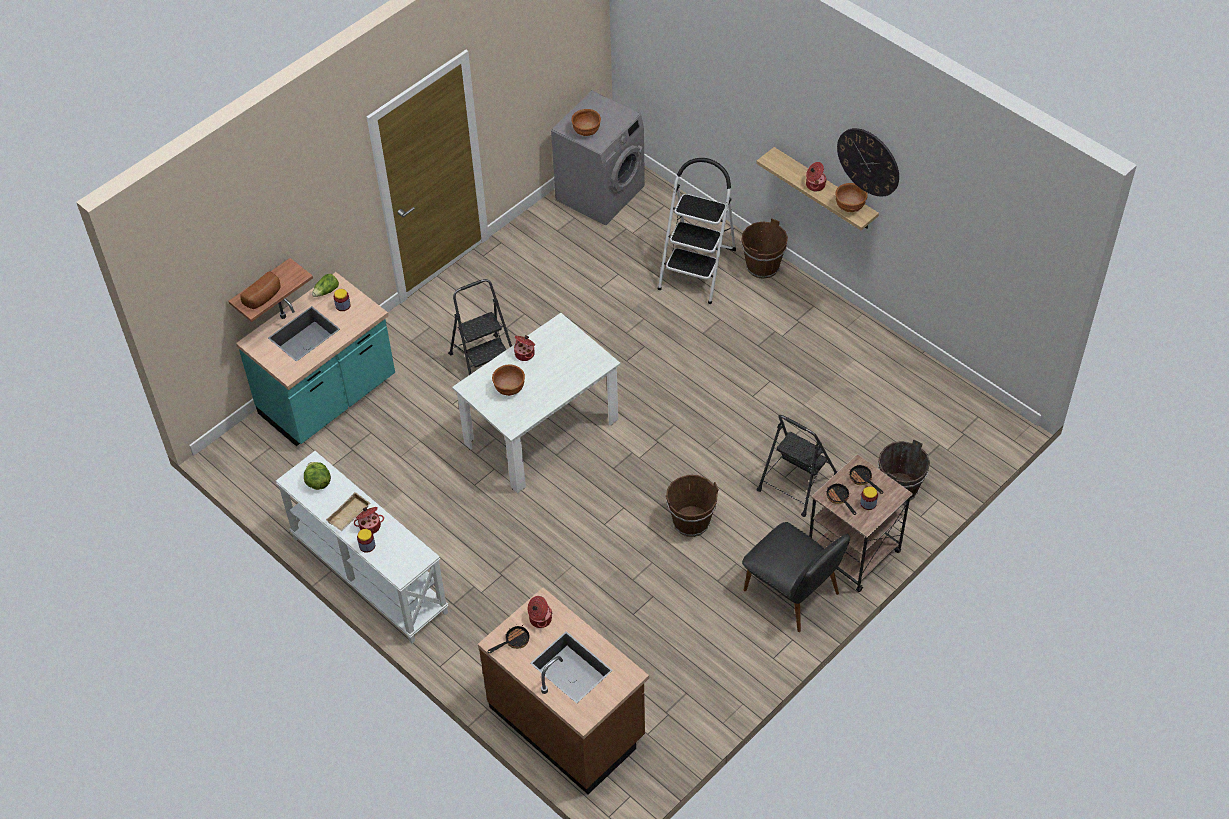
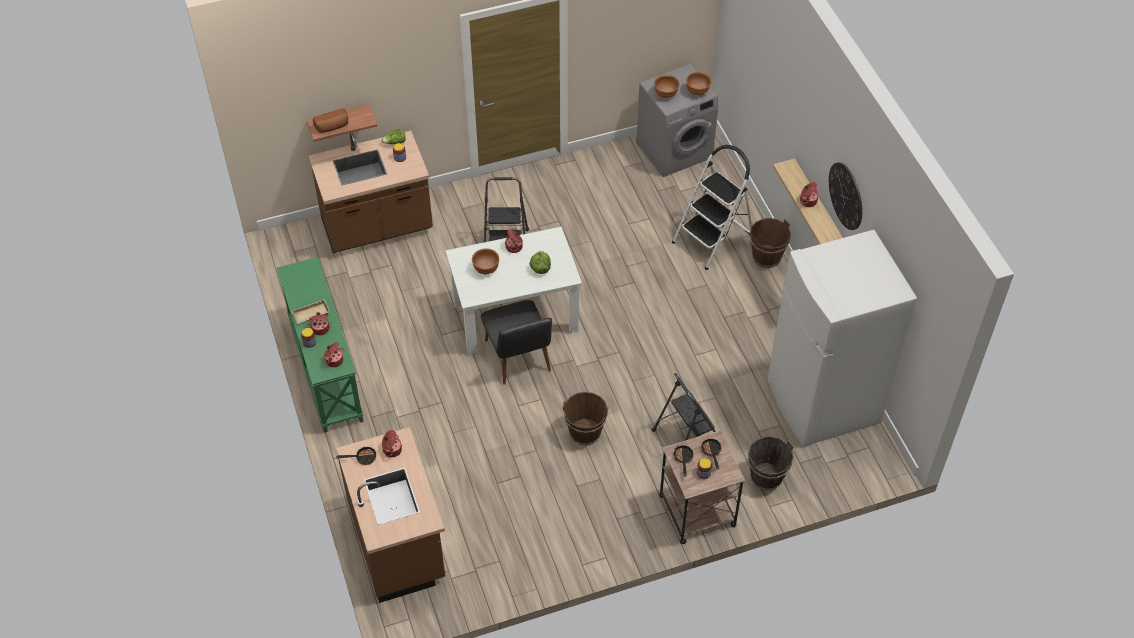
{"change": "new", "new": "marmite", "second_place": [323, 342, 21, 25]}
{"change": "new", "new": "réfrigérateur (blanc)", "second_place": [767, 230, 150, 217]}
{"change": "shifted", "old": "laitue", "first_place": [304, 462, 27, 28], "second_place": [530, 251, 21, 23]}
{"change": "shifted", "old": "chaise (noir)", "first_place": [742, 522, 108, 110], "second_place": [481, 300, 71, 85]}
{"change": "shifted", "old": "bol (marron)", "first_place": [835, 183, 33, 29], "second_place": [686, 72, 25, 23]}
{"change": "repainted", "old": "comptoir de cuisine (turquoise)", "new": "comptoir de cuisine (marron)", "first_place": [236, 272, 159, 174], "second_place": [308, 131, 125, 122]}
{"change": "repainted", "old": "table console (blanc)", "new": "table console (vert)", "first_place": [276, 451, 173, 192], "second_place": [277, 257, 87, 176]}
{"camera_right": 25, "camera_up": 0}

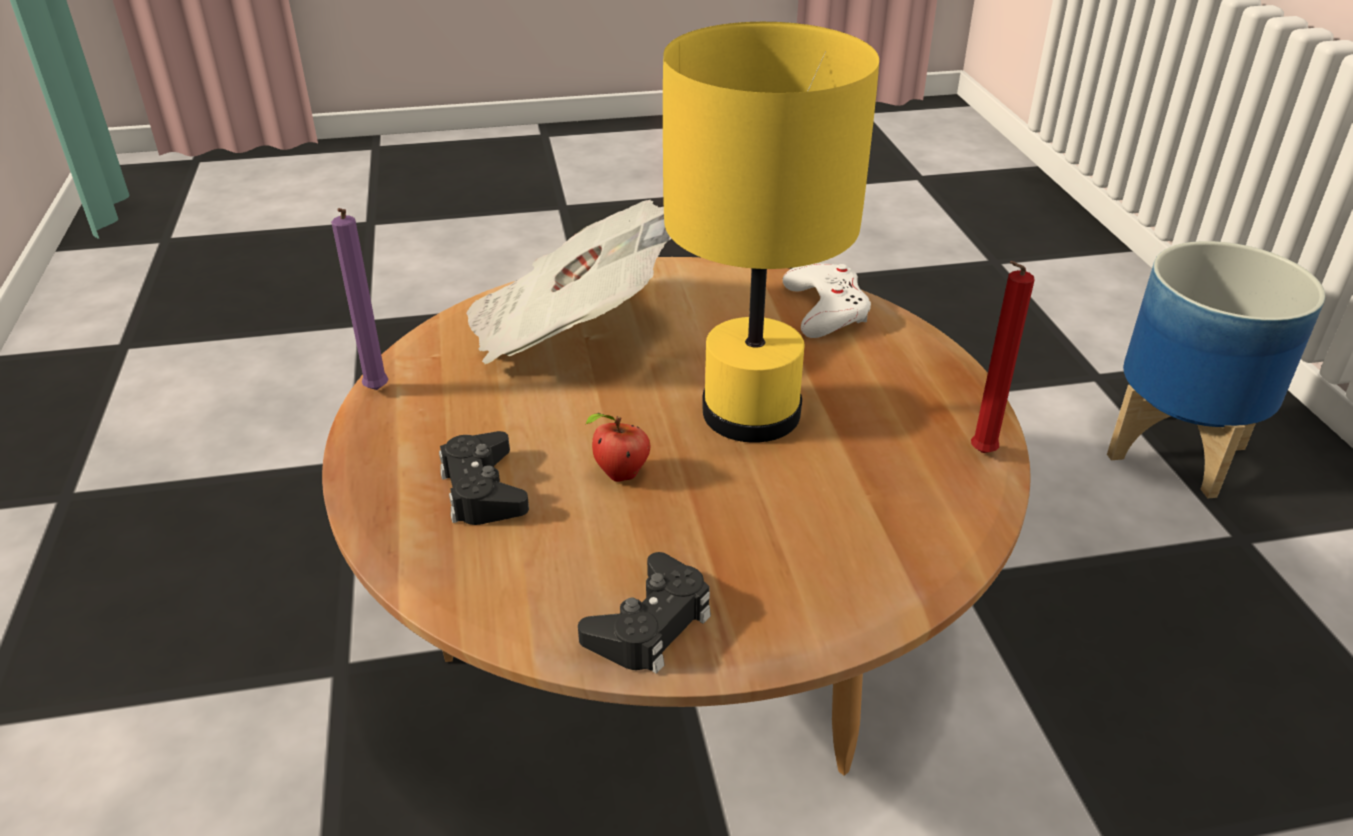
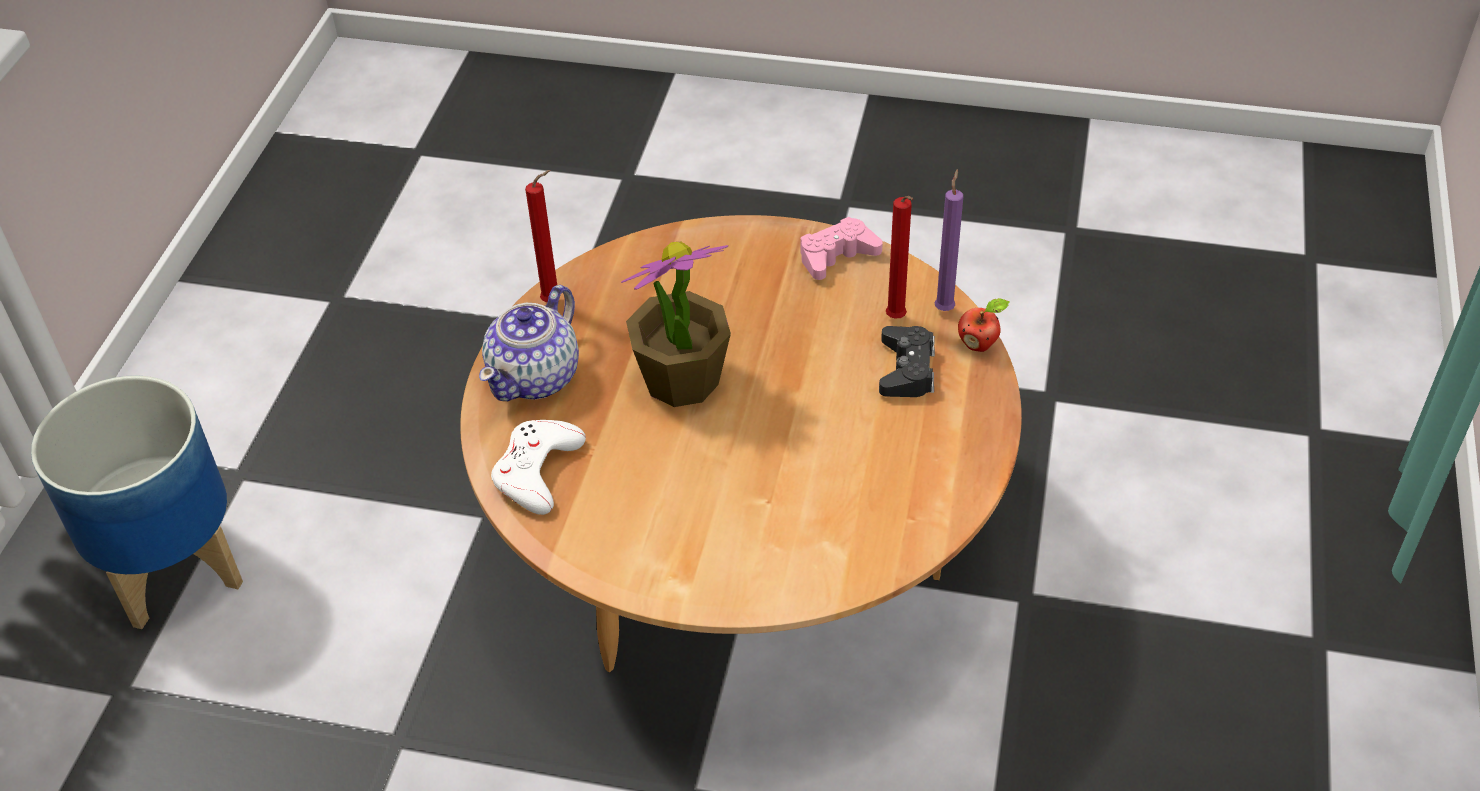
{"change": "gone", "old": "journal", "first_place": [466, 200, 206, 164]}
{"change": "new", "new": "théière", "second_place": [479, 285, 100, 116]}
{"change": "new", "new": "bougie (rouge)", "second_place": [886, 196, 27, 123]}
{"change": "shifted", "old": "bougie (violet)", "first_place": [331, 208, 58, 182], "second_place": [935, 169, 28, 142]}
{"change": "shifted", "old": "pomme", "first_place": [586, 413, 64, 69], "second_place": [958, 298, 51, 54]}
{"change": "swapped", "old": "lampe de table (jaune)", "new": "plante en pot", "first_place": [663, 22, 216, 421], "second_place": [621, 242, 110, 165]}
{"change": "repainted", "old": "manette (noir)", "new": "manette (rose)", "first_place": [578, 552, 133, 122], "second_place": [801, 217, 82, 63]}
{"camera_right": -155, "camera_up": 10}

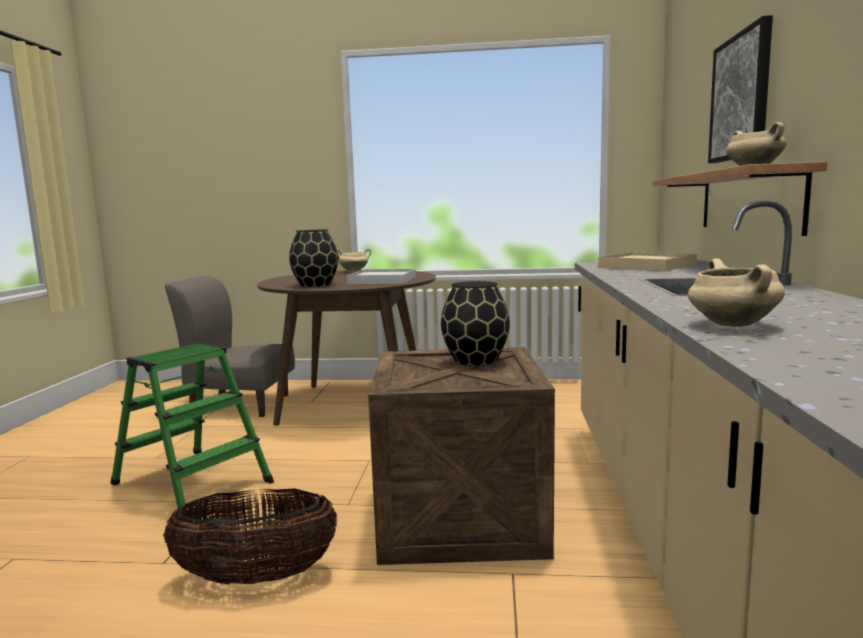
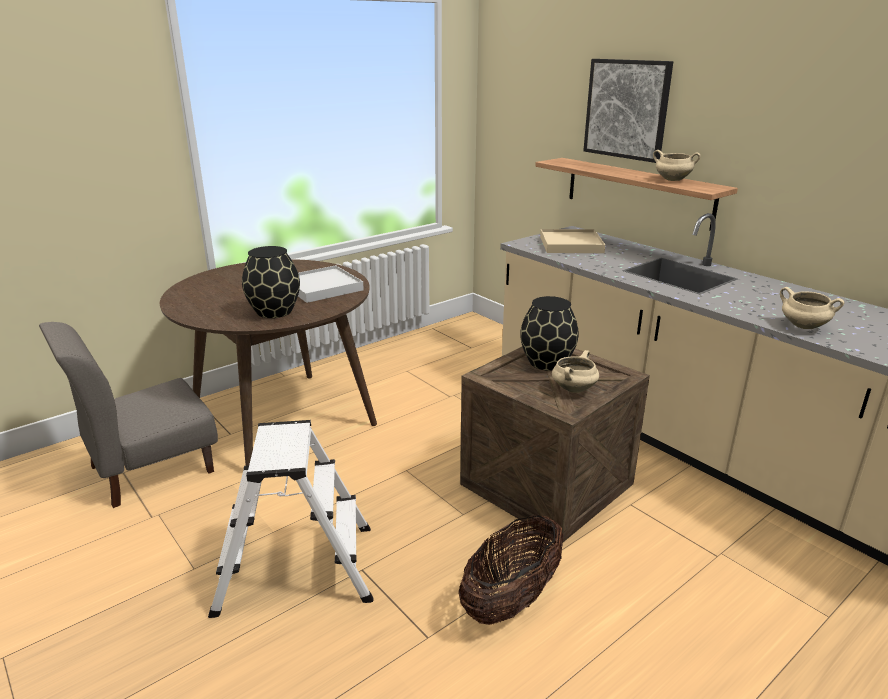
{"change": "shifted", "old": "marmite (beige)", "first_place": [337, 249, 34, 23], "second_place": [552, 350, 47, 43]}
{"change": "repainted", "old": "escabeau (vert)", "new": "escabeau (blanc)", "first_place": [110, 342, 164, 167], "second_place": [208, 420, 165, 198]}
{"camera_right": -45, "camera_up": 15}

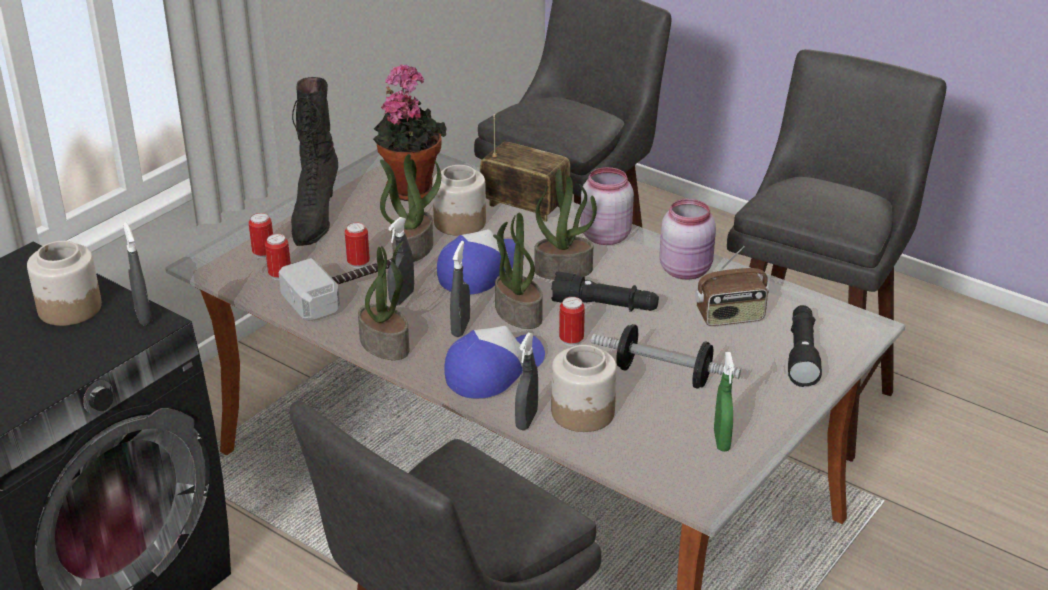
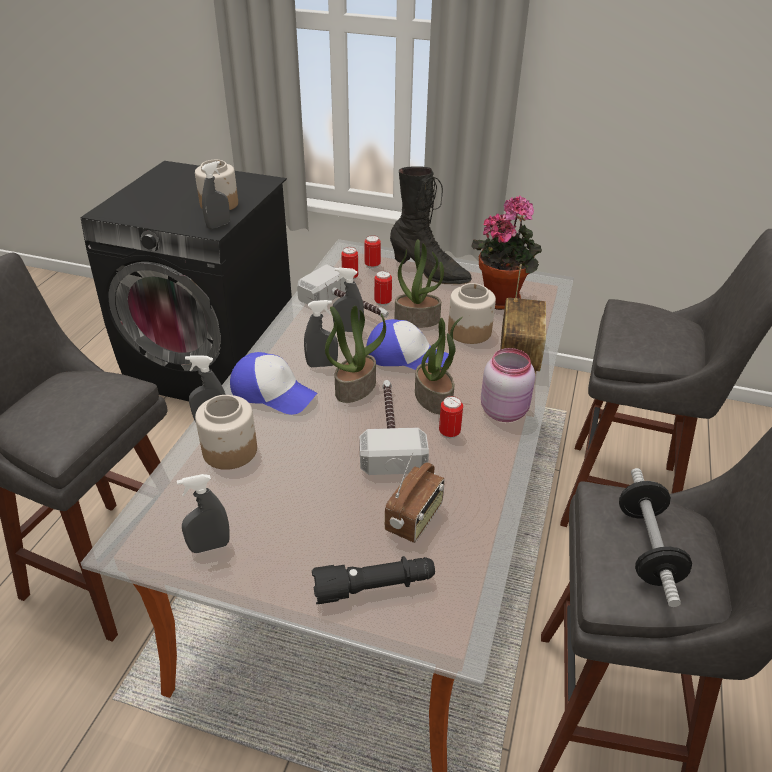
{"change": "gone", "old": "plante en pot", "first_place": [358, 241, 52, 119]}
{"change": "gone", "old": "bocal (rose)", "first_place": [660, 199, 56, 80]}
{"change": "shifted", "old": "boîte métallique", "first_place": [559, 297, 26, 49], "second_place": [439, 396, 24, 43]}
{"change": "shifted", "old": "haltère", "first_place": [591, 324, 150, 65], "second_place": [619, 468, 73, 139]}
{"change": "swapped", "old": "lampe de poche (noir)", "new": "marteau", "first_place": [551, 272, 108, 40], "second_place": [359, 380, 70, 95]}
{"change": "repainted", "old": "vaporisateur (vert)", "new": "vaporisateur (gris)", "first_place": [714, 352, 20, 99], "second_place": [177, 474, 53, 79]}
{"change": "rotated", "old": "botte (noir)", "first_place": [291, 77, 47, 169], "second_place": [390, 166, 82, 118], "degrees": -135}
{"change": "rotated", "old": "radio", "first_place": [695, 246, 74, 80], "second_place": [385, 452, 60, 91], "degrees": -120}
{"camera_right": 70, "camera_up": 5}

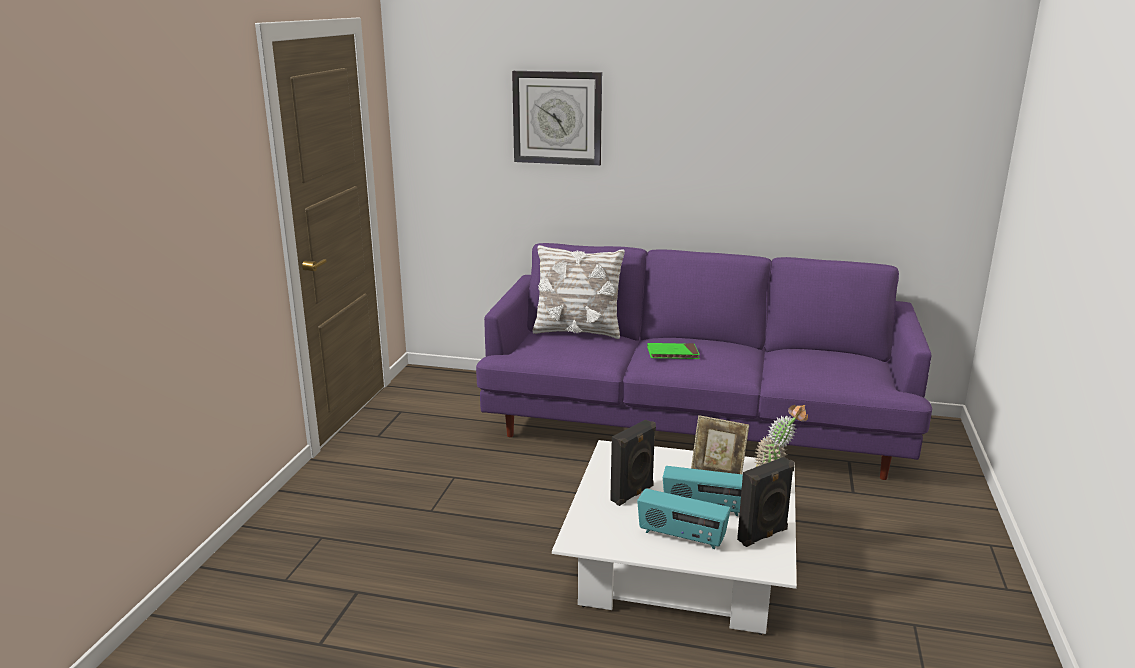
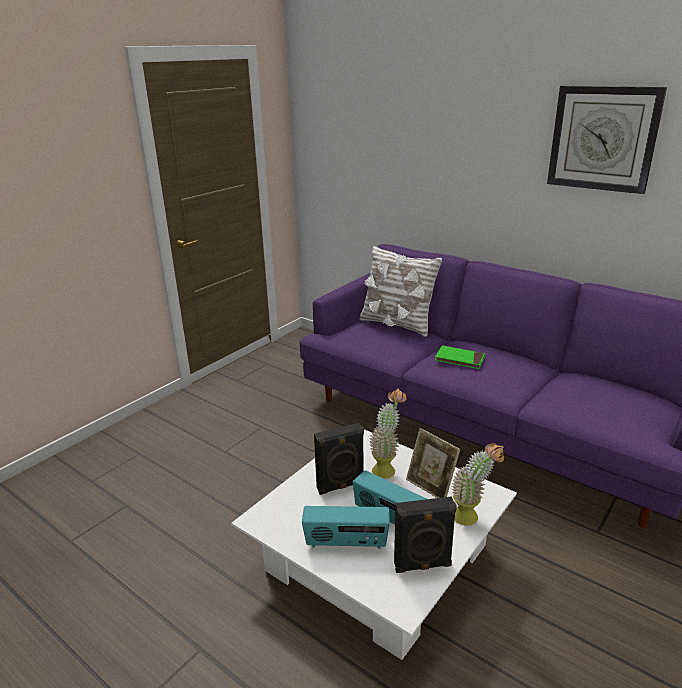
{"change": "new", "new": "plante en pot", "second_place": [369, 388, 38, 91]}
{"change": "shifted", "old": "horloge murale", "first_place": [512, 71, 90, 95], "second_place": [547, 86, 120, 108]}
{"change": "rotated", "old": "radio", "first_place": [637, 489, 94, 60], "second_place": [302, 506, 88, 43], "degrees": -45}
{"camera_right": 25, "camera_up": 5}

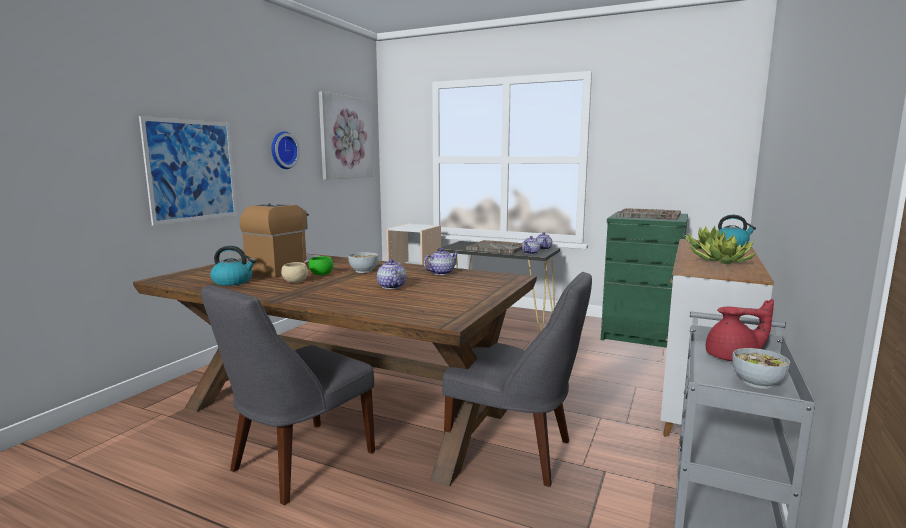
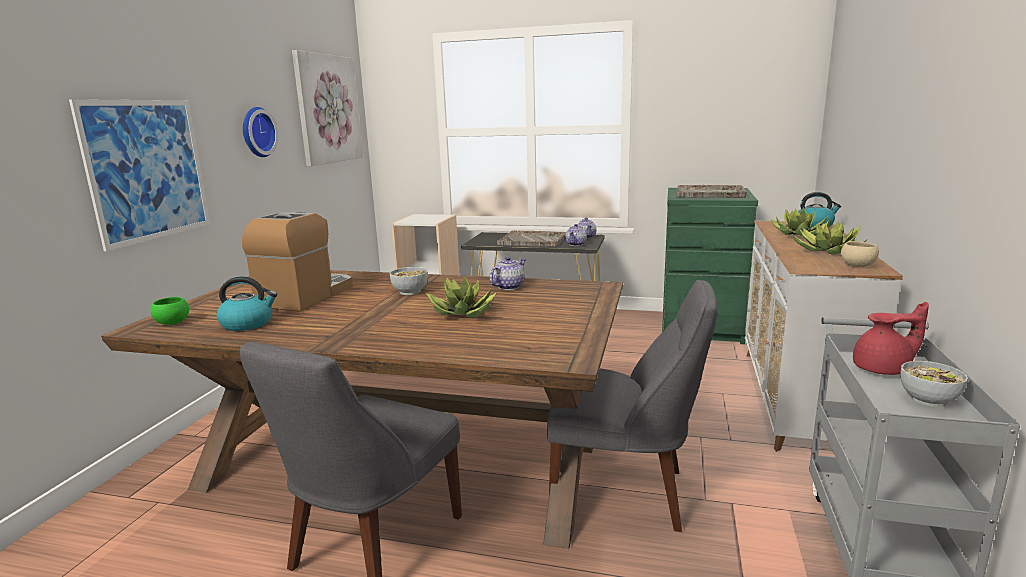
{"change": "shifted", "old": "bol (beige)", "first_place": [281, 262, 27, 21], "second_place": [841, 241, 38, 26]}
{"change": "shifted", "old": "bol (vert)", "first_place": [309, 256, 25, 19], "second_place": [150, 297, 39, 28]}
{"change": "swapped", "old": "théière", "new": "plante en pot", "first_place": [377, 259, 29, 30], "second_place": [426, 276, 71, 41]}
{"camera_right": -10, "camera_up": 5}

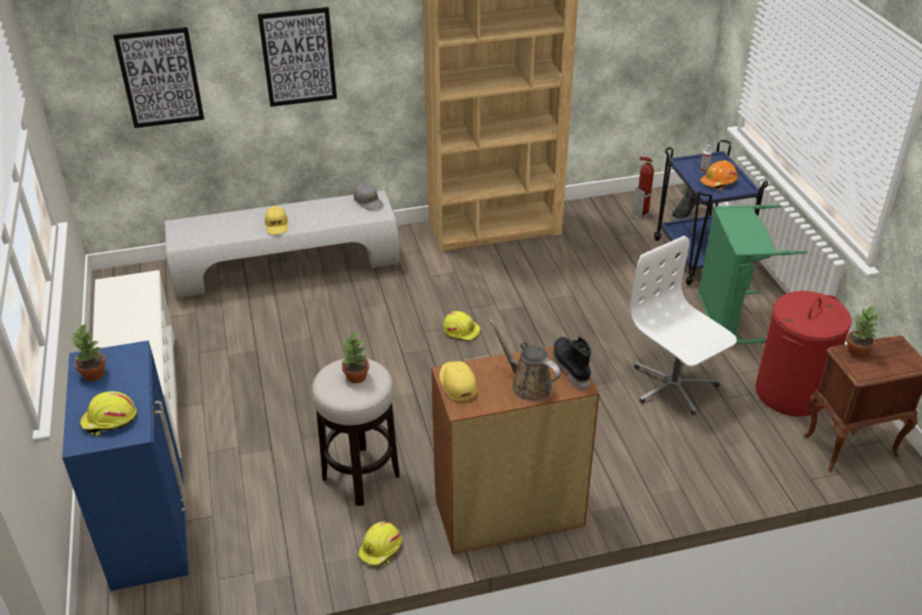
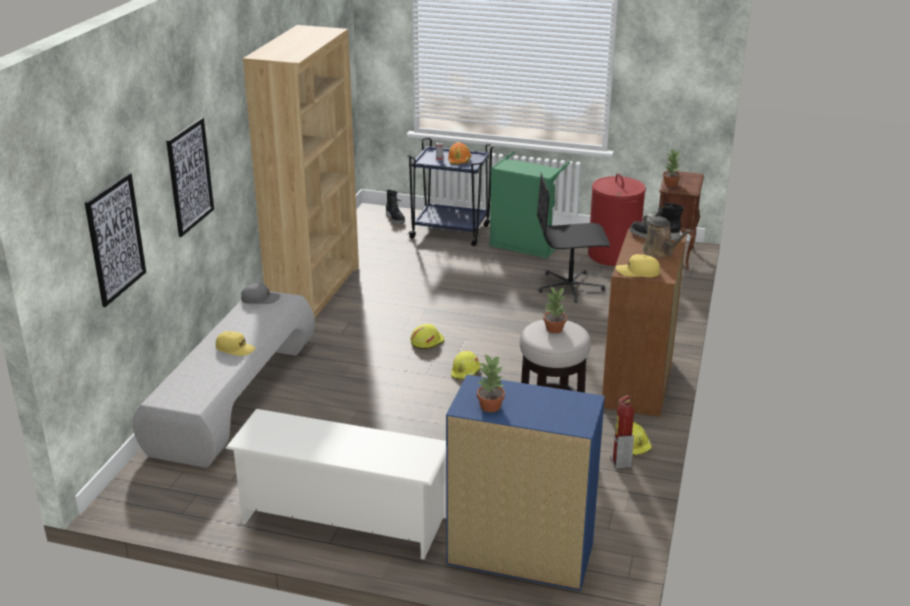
{"change": "shifted", "old": "casque de chantier (jaune)", "first_place": [80, 391, 57, 45], "second_place": [451, 350, 30, 30]}
{"change": "shifted", "old": "extincteur", "first_place": [632, 156, 22, 62], "second_place": [610, 395, 24, 74]}
{"change": "repainted", "old": "chaise de bureau (blanc)", "new": "chaise de bureau (noir)", "first_place": [629, 236, 108, 179], "second_place": [537, 173, 73, 130]}
{"change": "rotated", "old": "arrosoir (marron)", "first_place": [489, 319, 72, 83], "second_place": [642, 214, 49, 44], "degrees": -105}
{"camera_right": -60, "camera_up": -10}

